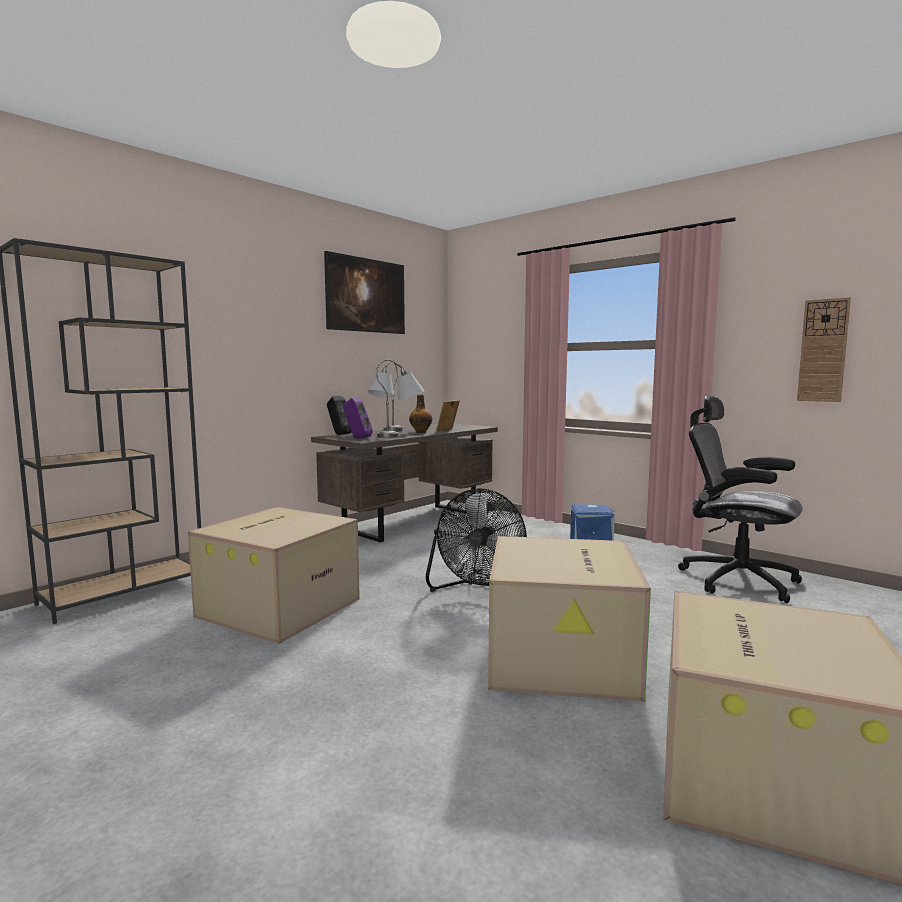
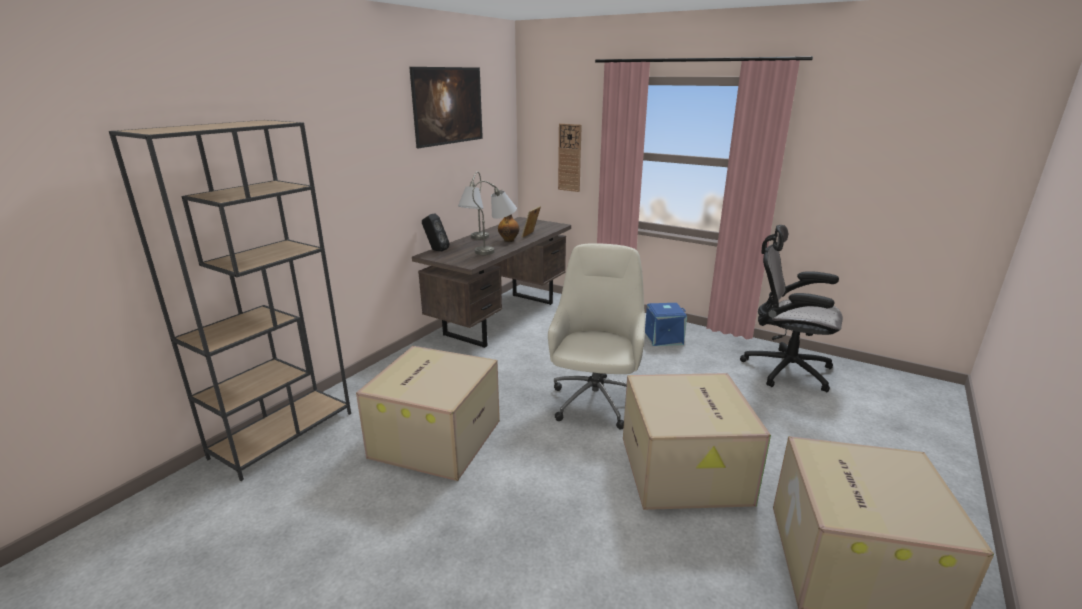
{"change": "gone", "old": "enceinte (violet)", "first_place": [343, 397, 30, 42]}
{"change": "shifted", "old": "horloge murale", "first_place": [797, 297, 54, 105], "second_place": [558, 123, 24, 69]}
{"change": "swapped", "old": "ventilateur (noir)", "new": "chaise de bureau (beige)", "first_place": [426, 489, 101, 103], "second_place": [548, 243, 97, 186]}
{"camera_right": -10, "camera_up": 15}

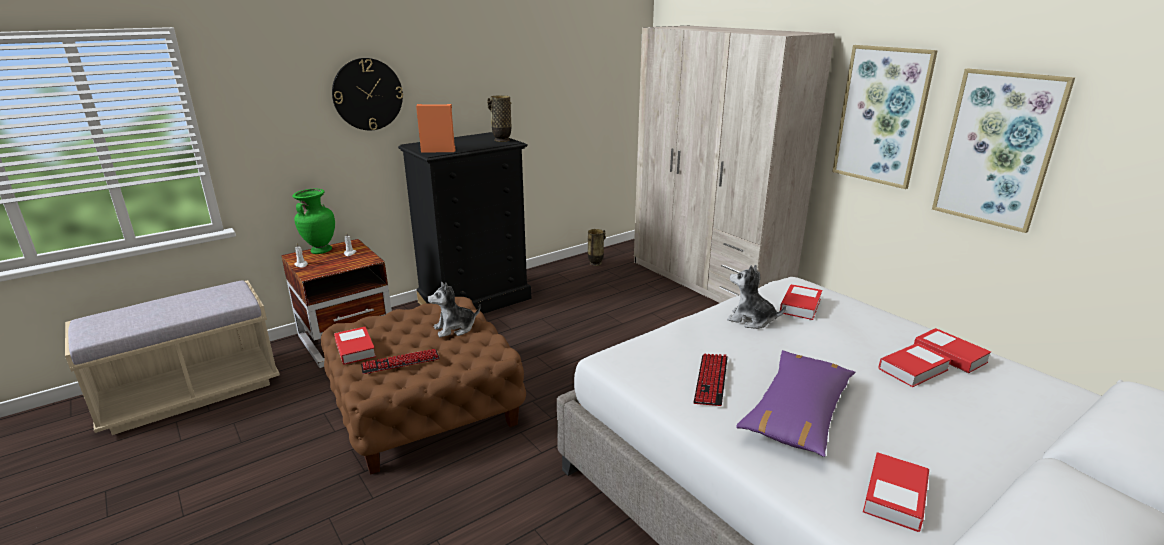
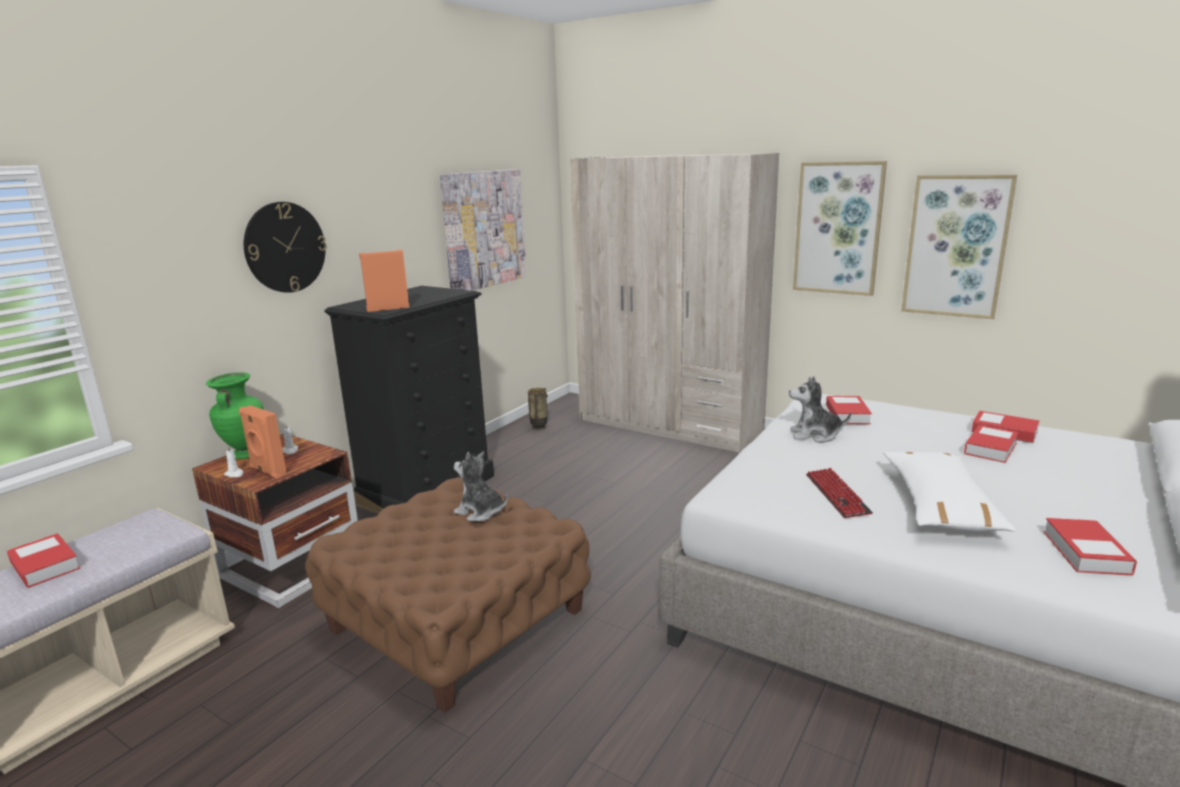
{"change": "gone", "old": "clavier", "first_place": [361, 349, 79, 25]}
{"change": "gone", "old": "vase", "first_place": [487, 95, 25, 47]}
{"change": "new", "new": "enceinte (orange)", "second_place": [239, 405, 48, 73]}
{"change": "new", "new": "tableau", "second_place": [440, 169, 86, 122]}
{"change": "shifted", "old": "livre", "first_place": [334, 327, 42, 38], "second_place": [7, 533, 73, 55]}
{"change": "repainted", "old": "coussin (violet)", "new": "coussin (blanc)", "first_place": [736, 350, 119, 107], "second_place": [883, 452, 133, 80]}
{"change": "rotated", "old": "peluche", "first_place": [427, 281, 54, 56], "second_place": [454, 451, 53, 71], "degrees": 75}
{"camera_right": -20, "camera_up": -5}

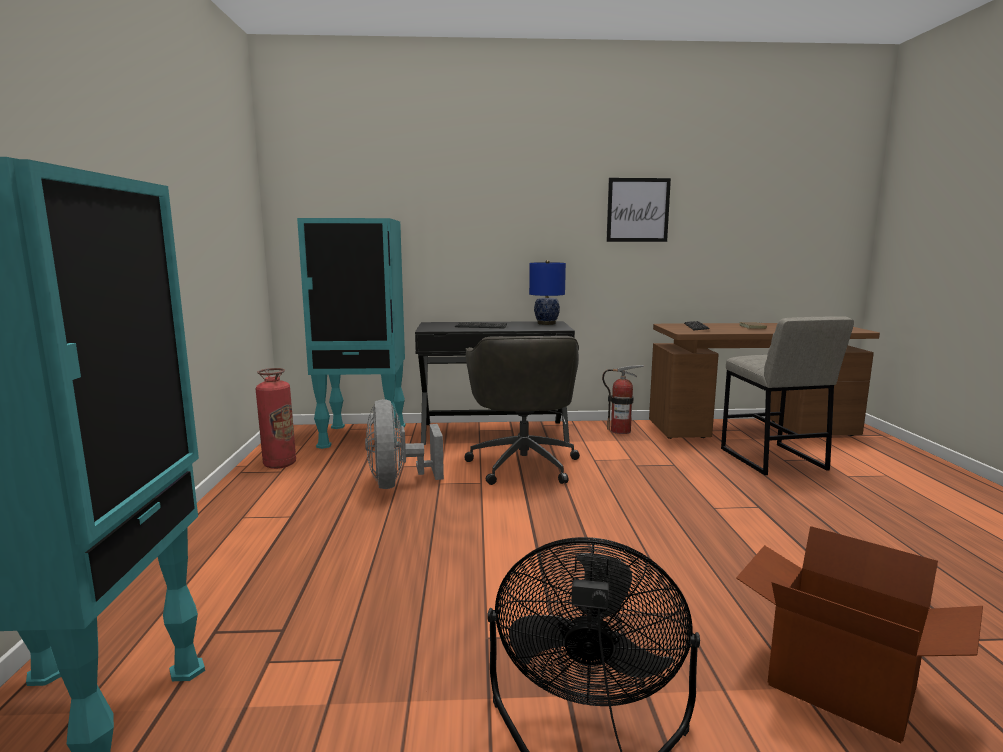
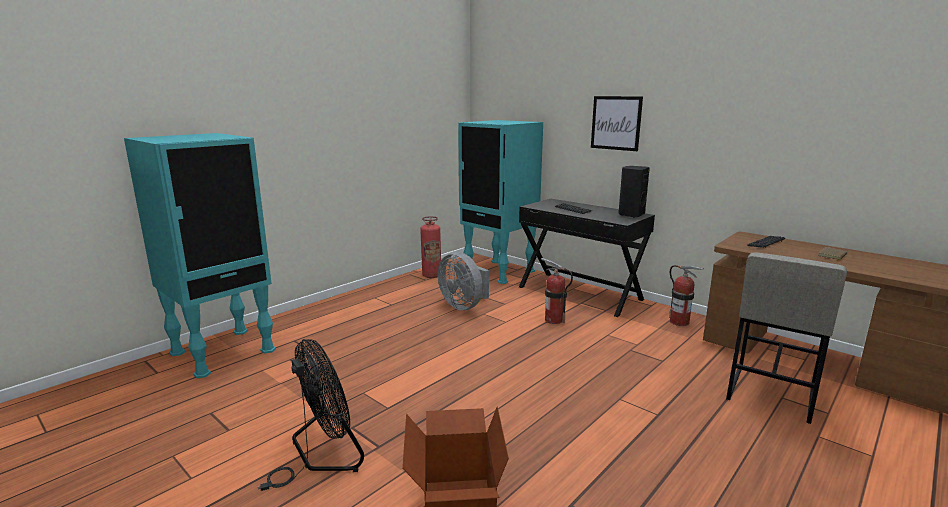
{"change": "shifted", "old": "tableau", "first_place": [606, 178, 65, 64], "second_place": [591, 96, 52, 55]}
{"change": "swapped", "old": "chaise de bureau (gris)", "new": "extincteur", "first_place": [465, 336, 115, 149], "second_place": [541, 258, 32, 66]}
{"change": "swapped", "old": "lampe de table (bleu)", "new": "enceinte (noir)", "first_place": [529, 260, 37, 65], "second_place": [618, 166, 32, 52]}
{"change": "rotated", "old": "ventilateur (gris)", "first_place": [365, 399, 79, 90], "second_place": [438, 252, 51, 58], "degrees": -75}
{"camera_right": 45, "camera_up": 5}

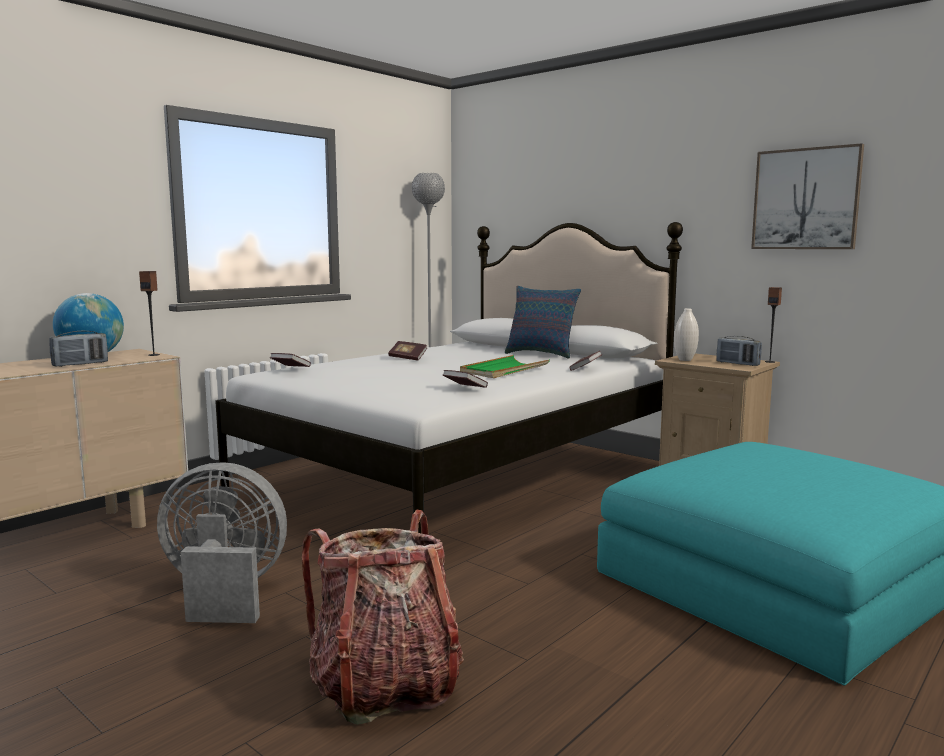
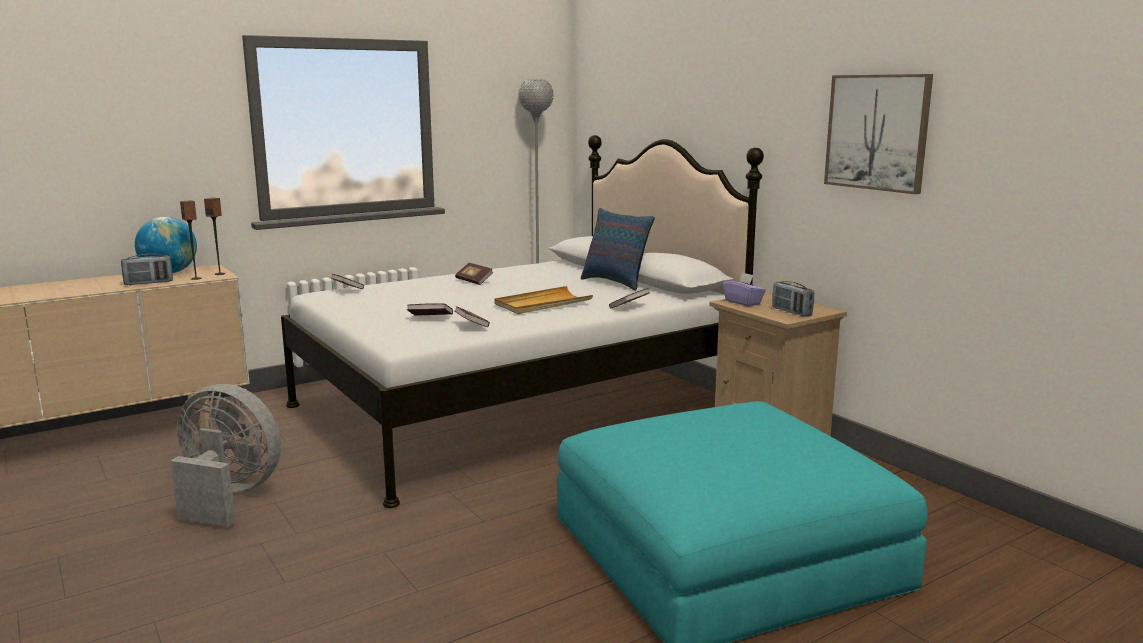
{"change": "gone", "old": "sac à dos", "first_place": [302, 510, 162, 215]}
{"change": "new", "new": "livre", "second_place": [407, 303, 46, 13]}
{"change": "shifted", "old": "enceinte", "first_place": [765, 287, 17, 76], "second_place": [180, 200, 22, 80]}
{"change": "swapped", "old": "vase (blanc)", "new": "boîte à mouchoirs (violet)", "first_place": [674, 308, 25, 53], "second_place": [723, 272, 43, 34]}
{"change": "repainted", "old": "plateau (vert)", "new": "plateau (beige)", "first_place": [460, 355, 90, 23], "second_place": [495, 286, 98, 28]}
{"camera_right": 15, "camera_up": 5}

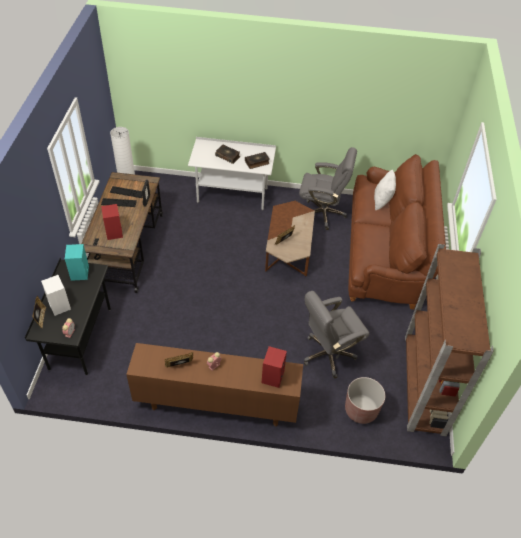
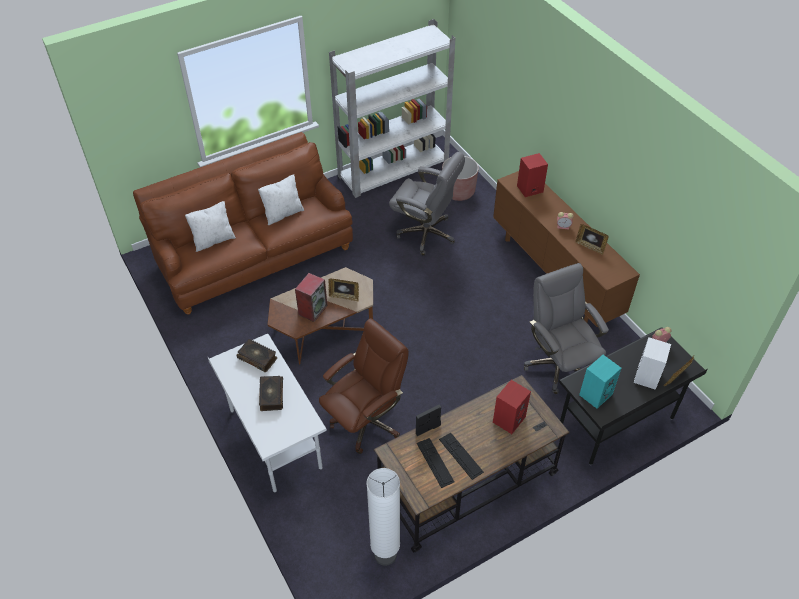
{"change": "new", "new": "coussin (blanc)", "second_place": [258, 174, 46, 51]}
{"change": "new", "new": "enceinte", "second_place": [295, 273, 33, 49]}
{"change": "new", "new": "chaise de bureau (marron)", "second_place": [319, 318, 90, 136]}
{"change": "shifted", "old": "chaise de bureau (gris)", "first_place": [299, 147, 58, 83], "second_place": [524, 263, 85, 131]}
{"change": "repainted", "old": "bibliothèque (marron)", "new": "bibliothèque (blanc)", "first_place": [405, 244, 89, 192], "second_place": [329, 19, 127, 179]}
{"camera_right": -125, "camera_up": 0}

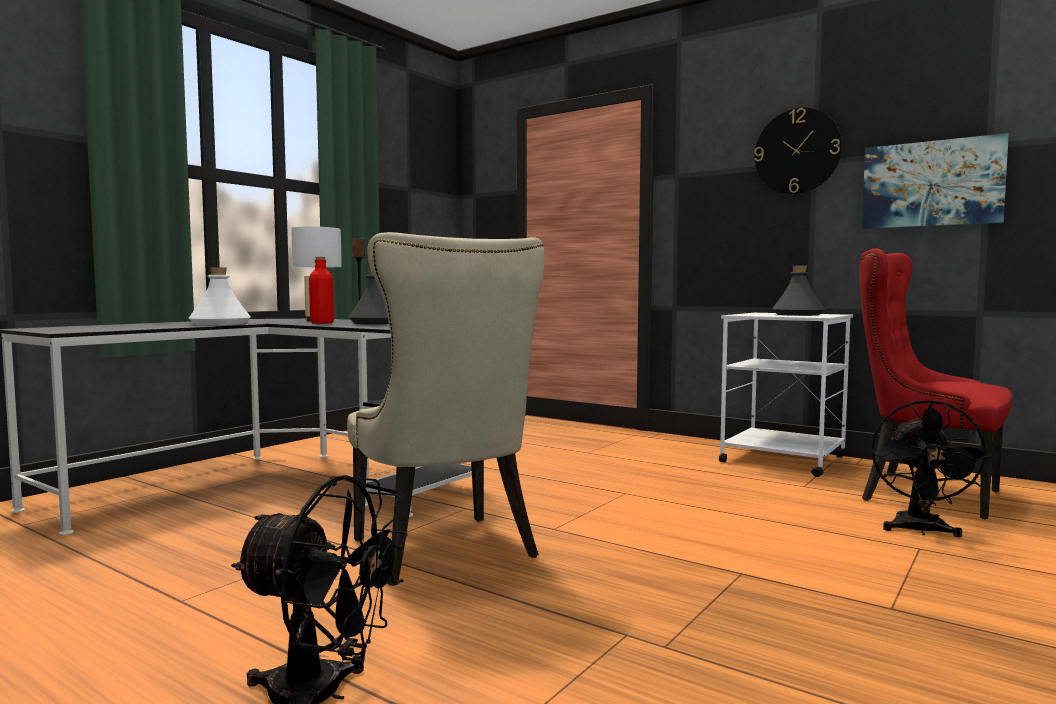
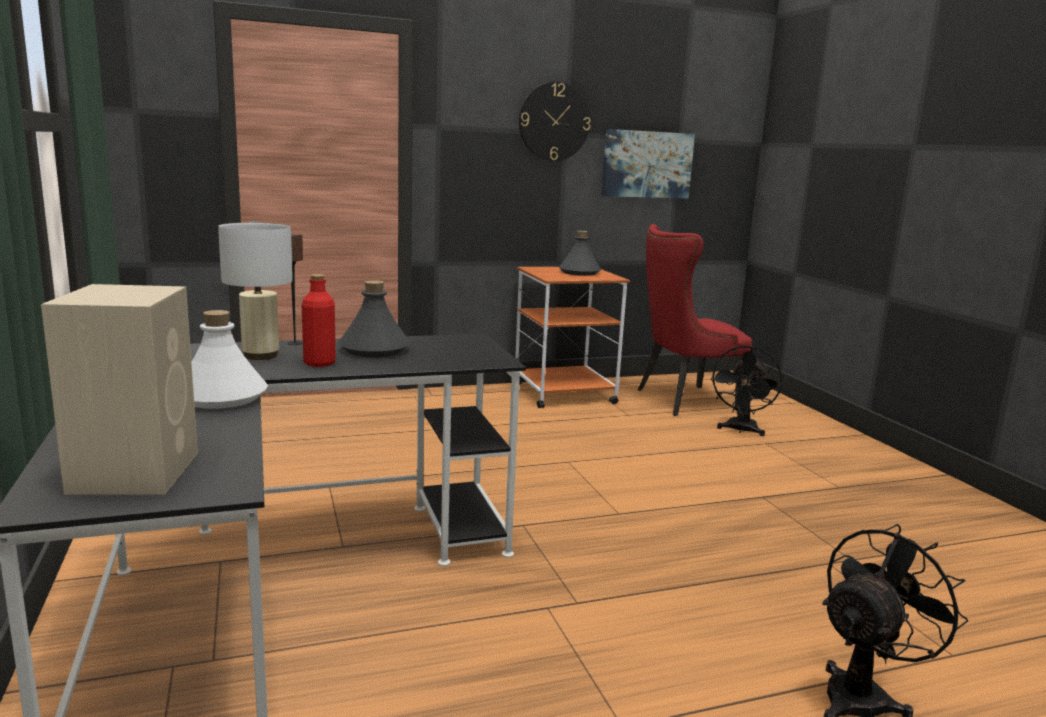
{"change": "gone", "old": "chaise (beige)", "first_place": [347, 232, 197, 354]}
{"change": "new", "new": "enceinte (beige)", "second_place": [41, 284, 157, 211]}
{"change": "repainted", "old": "chariot (blanc)", "new": "chariot (orange)", "first_place": [719, 313, 134, 164], "second_place": [515, 267, 115, 141]}
{"change": "rotated", "old": "ventilateur (noir)", "first_place": [871, 400, 121, 137], "second_place": [710, 346, 72, 90], "degrees": 60}
{"camera_right": -55, "camera_up": 10}

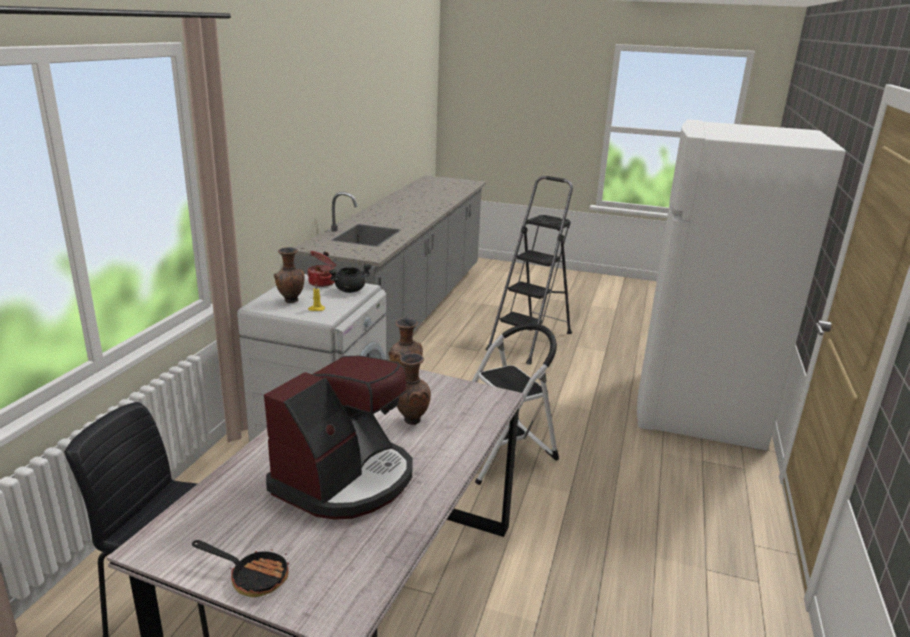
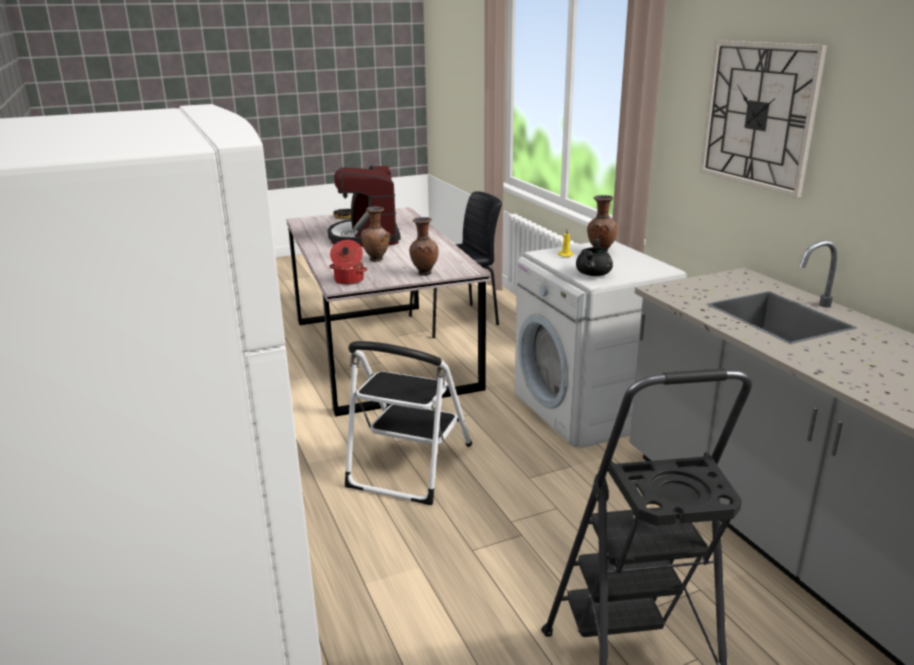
{"change": "new", "new": "horloge murale", "second_place": [700, 41, 127, 156]}
{"change": "shifted", "old": "marmite", "first_place": [307, 251, 29, 36], "second_place": [329, 240, 39, 45]}
{"camera_right": 140, "camera_up": 0}

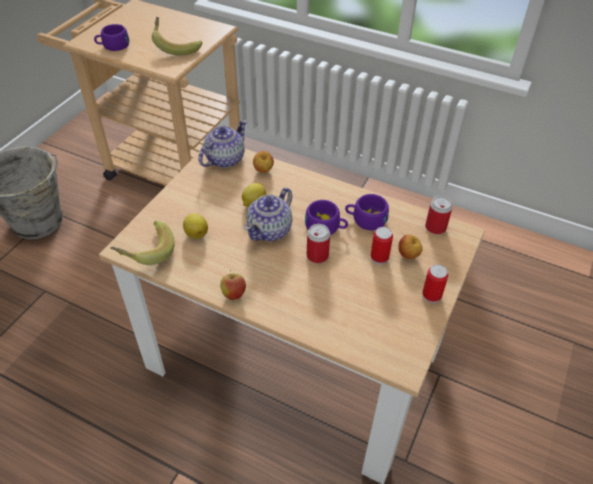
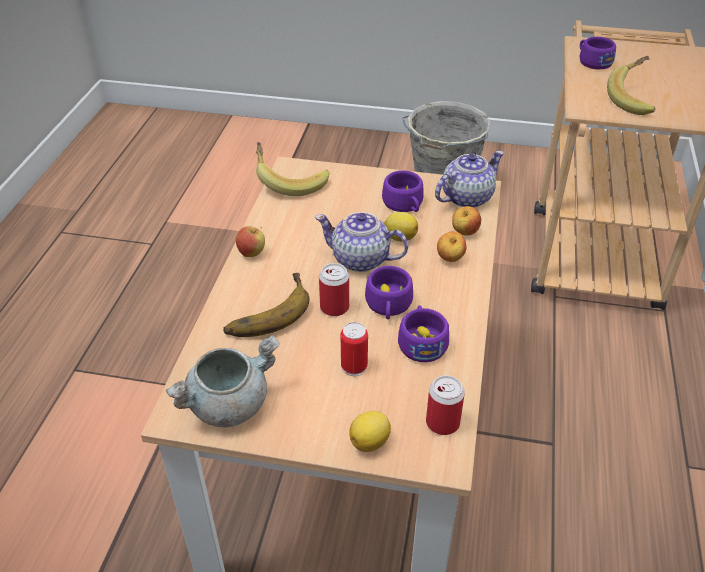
{"change": "gone", "old": "boîte métallique", "first_place": [422, 264, 26, 39]}
{"change": "new", "new": "marmite (gris)", "second_place": [166, 335, 114, 93]}
{"change": "new", "new": "banane", "second_place": [223, 273, 86, 64]}
{"change": "new", "new": "tasse (violet)", "second_place": [382, 170, 42, 42]}
{"change": "shifted", "old": "citron", "first_place": [183, 213, 25, 26], "second_place": [349, 411, 42, 41]}
{"change": "shifted", "old": "pomme", "first_place": [398, 235, 25, 24], "second_place": [437, 231, 30, 31]}
{"change": "rotated", "old": "théière", "first_place": [198, 120, 49, 48], "second_place": [435, 151, 69, 57], "degrees": -60}
{"camera_right": 75, "camera_up": -5}

